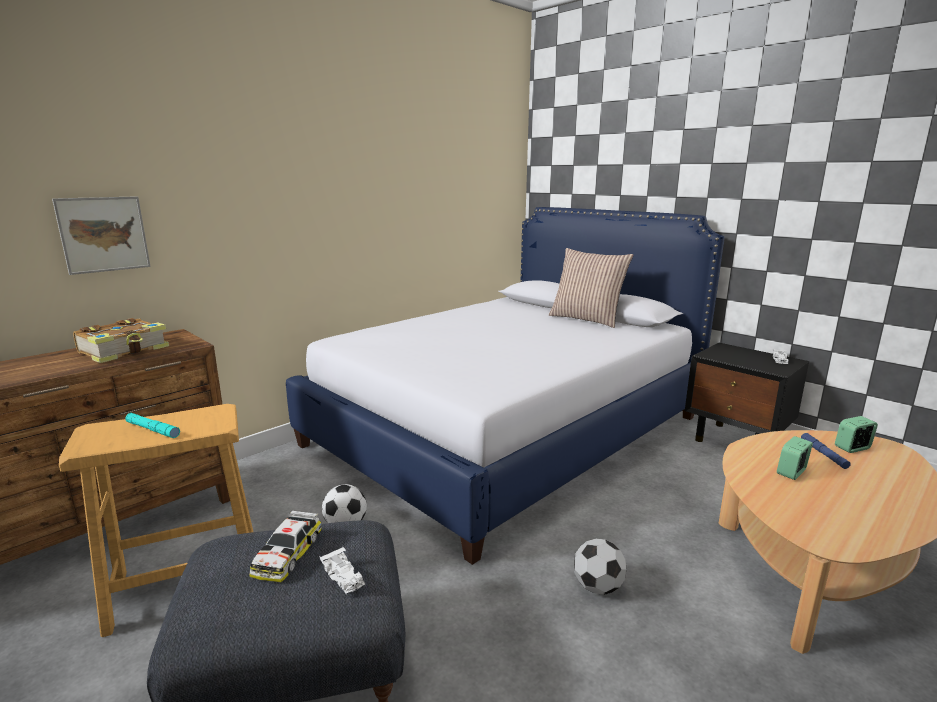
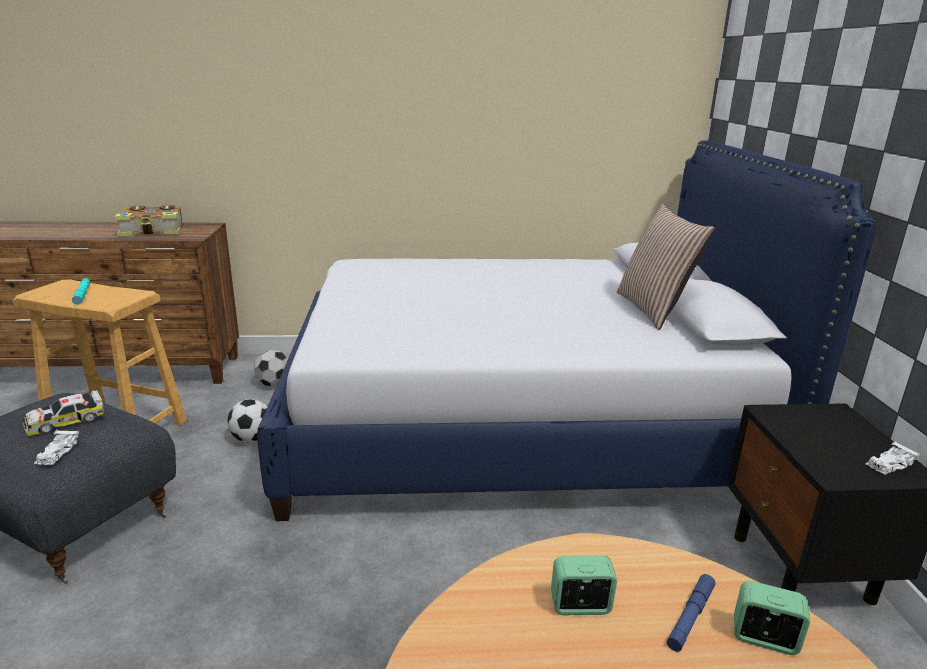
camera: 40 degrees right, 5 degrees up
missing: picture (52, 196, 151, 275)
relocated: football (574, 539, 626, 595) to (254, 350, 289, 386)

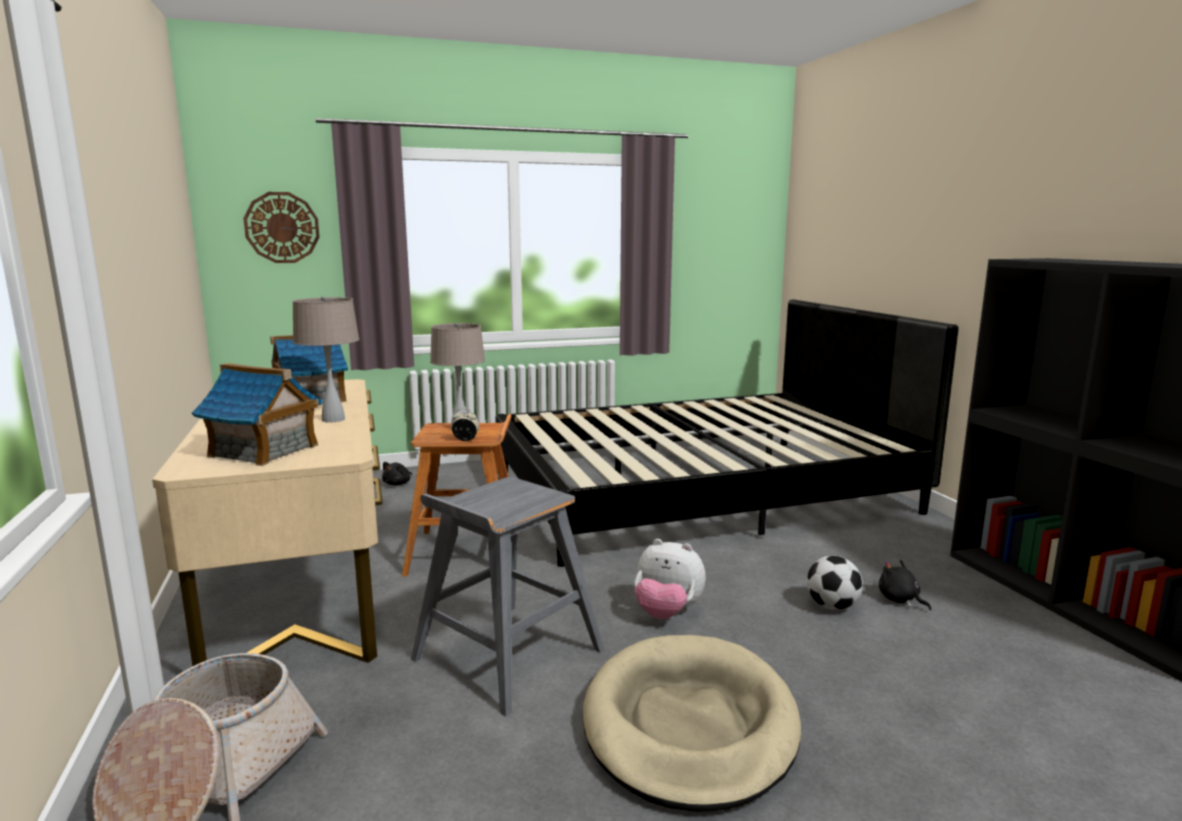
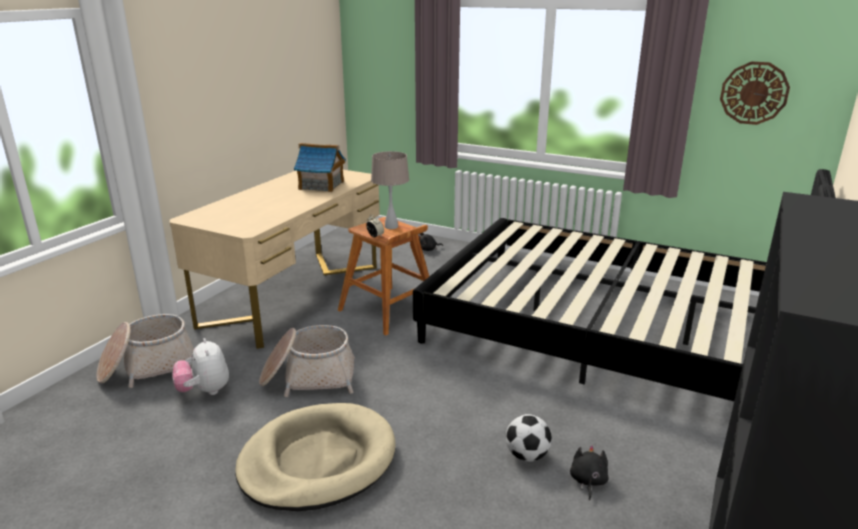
camera: 45 degrees right, 10 degrees up
missing: toy house (192, 363, 323, 466); beige-coloured tabletop lamp (292, 296, 359, 423)
relocated: cuddly toy (635, 539, 706, 619) to (172, 338, 229, 395); hanging clock (243, 192, 320, 263) to (720, 61, 790, 125)
exchanged: grey stool seat (411, 477, 604, 717) to storage basket (259, 325, 355, 397)

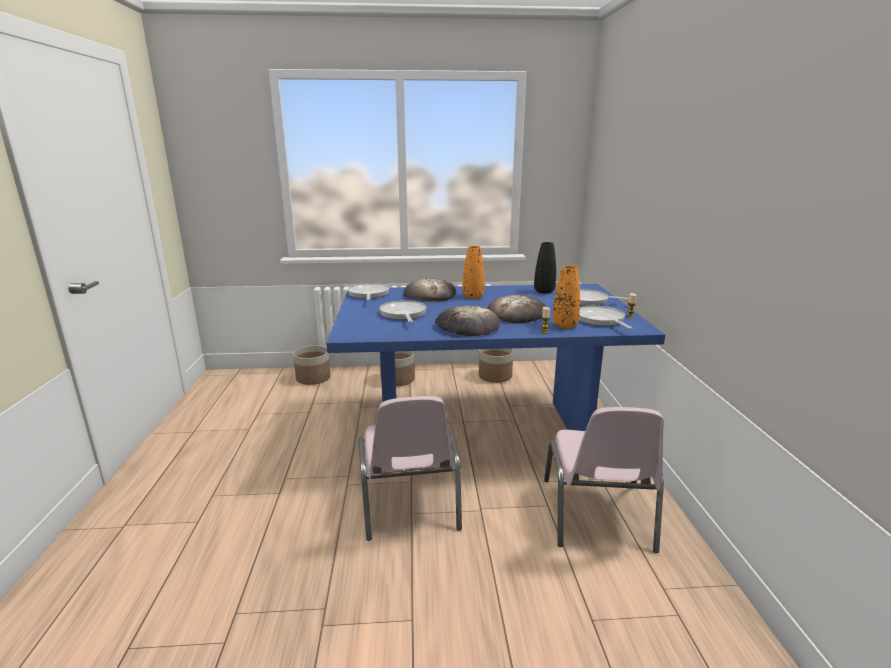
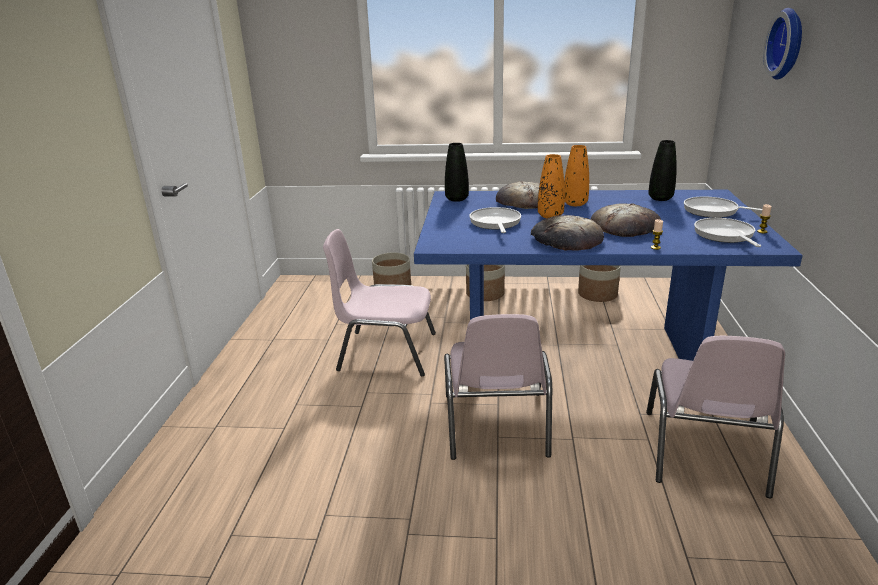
camera: 10 degrees right, 5 degrees up
appeared: pink plain chair (323, 229, 436, 376); hanging clock (763, 8, 802, 80)
relocated: orange-coloured decorative vase (552, 266, 580, 329) to (538, 154, 565, 218)
exchanged: pan (348, 283, 389, 300) to blackish decorative vase (445, 143, 469, 202)

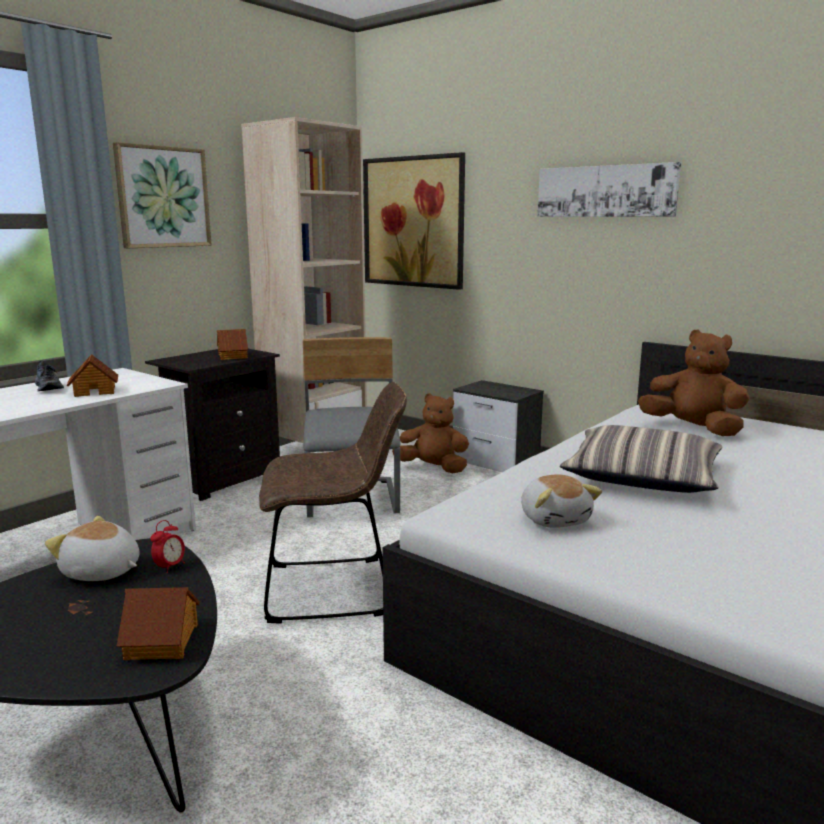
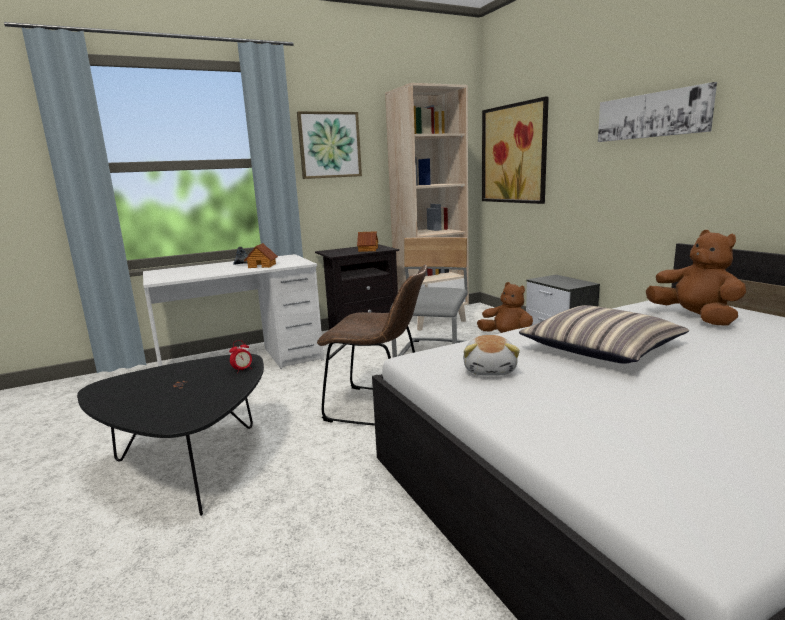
camera: 25 degrees right, 0 degrees up
missing: cuddly toy (45, 516, 140, 581); toy house (117, 587, 200, 660)

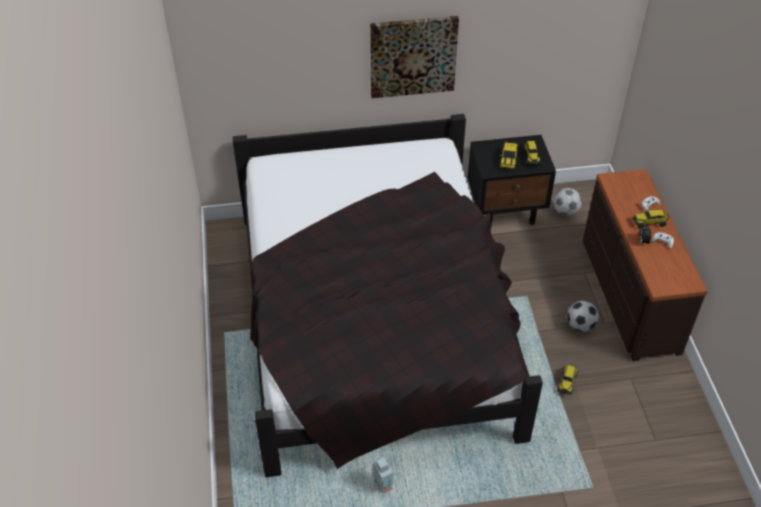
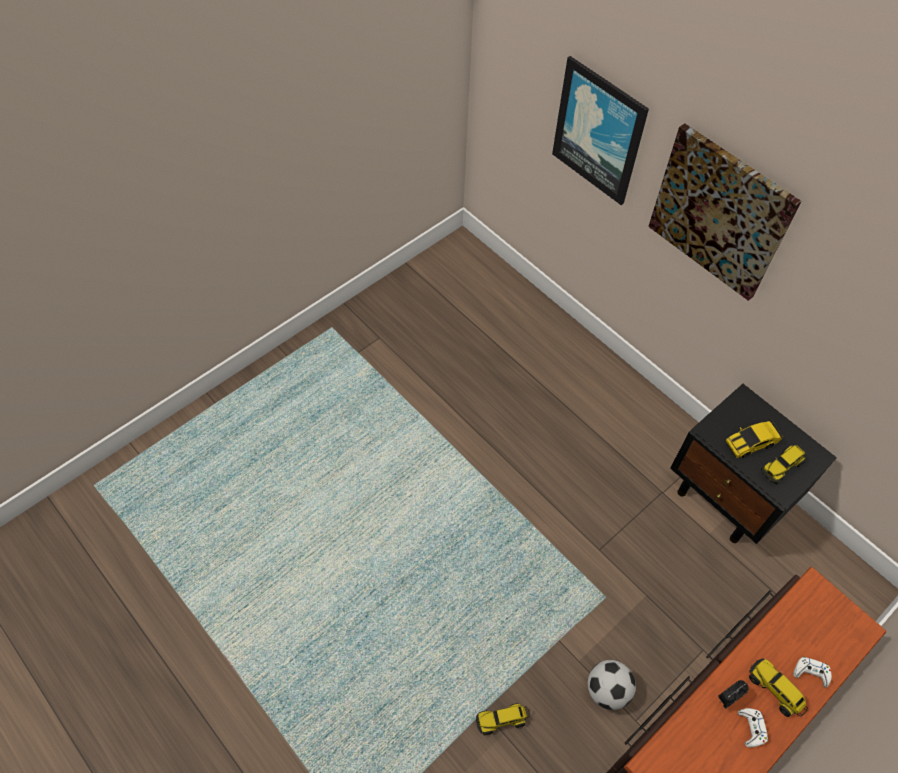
camera: 55 degrees right, 10 degrees up
missing: blackish sleeping bed (233, 114, 543, 477); model robot (373, 457, 393, 494); football (554, 188, 582, 216)
appeared: picture (552, 56, 649, 205)

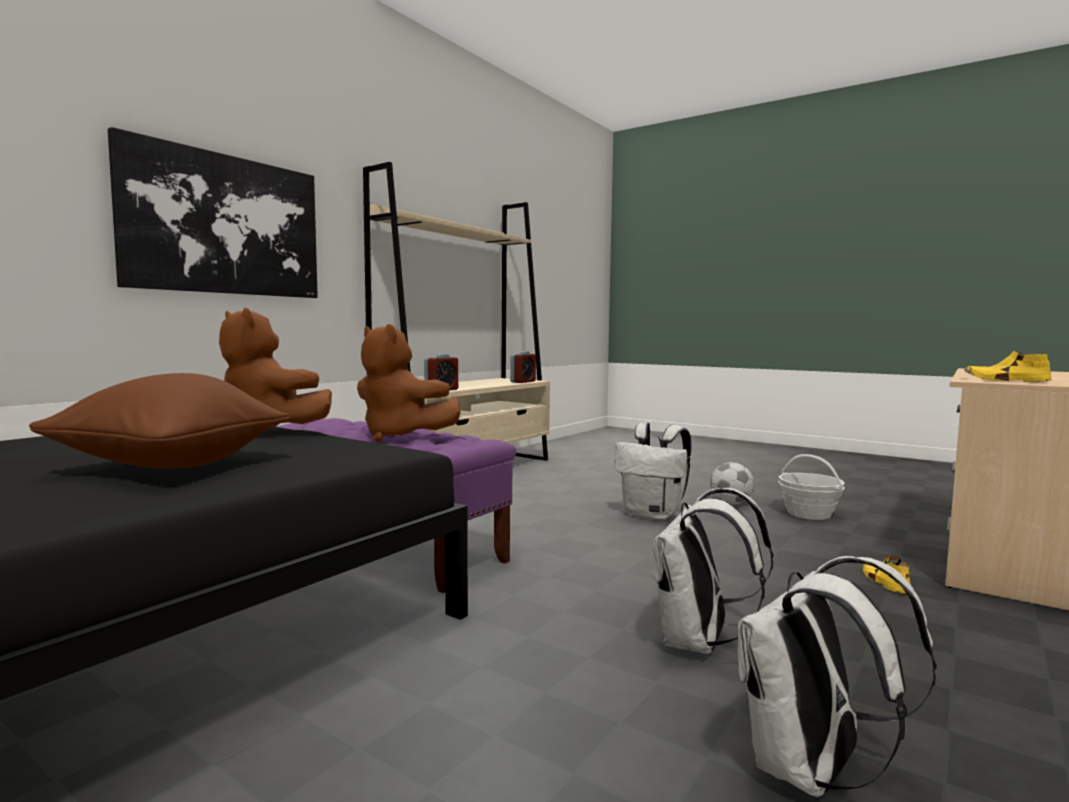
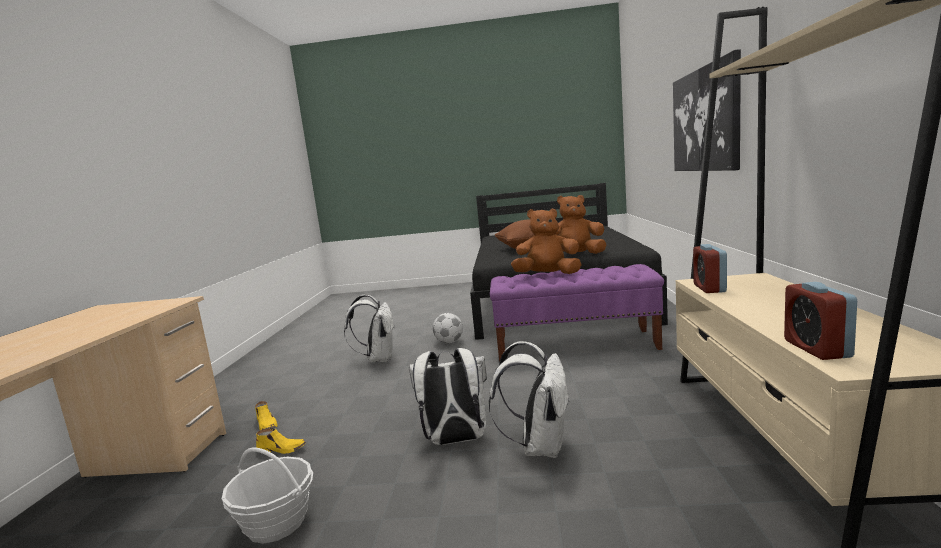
camera: 150 degrees right, 5 degrees up
relocated: yellow-coloured shoe (964, 351, 1052, 382) to (256, 429, 306, 454); football (710, 462, 754, 504) to (433, 313, 463, 343); white-coloured backpack (738, 556, 936, 797) to (488, 341, 570, 458)

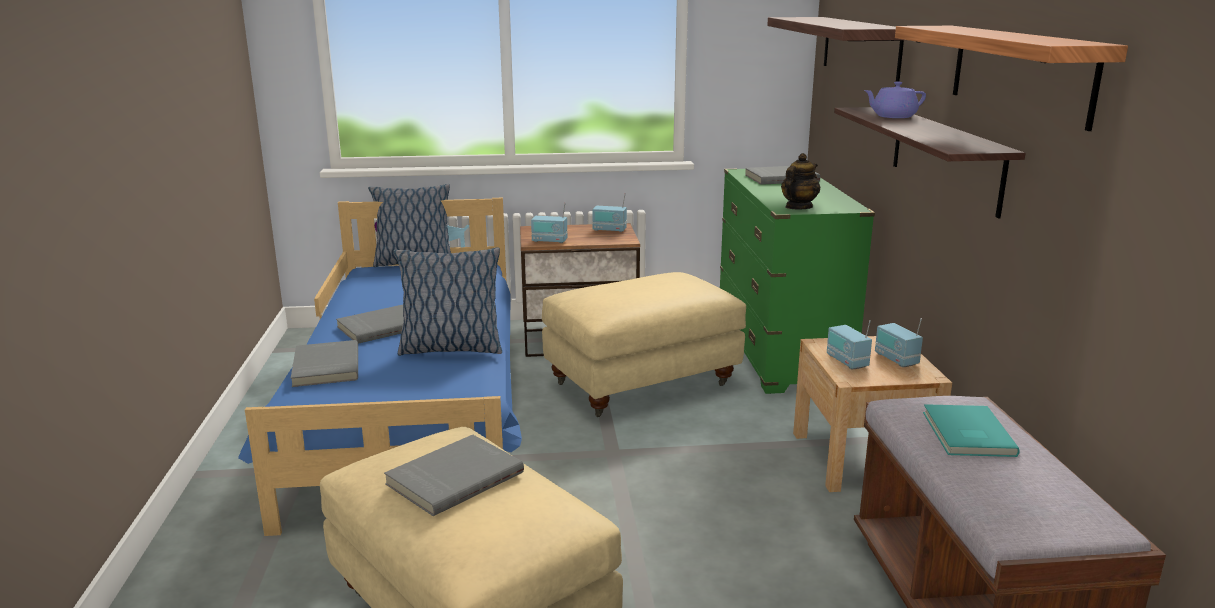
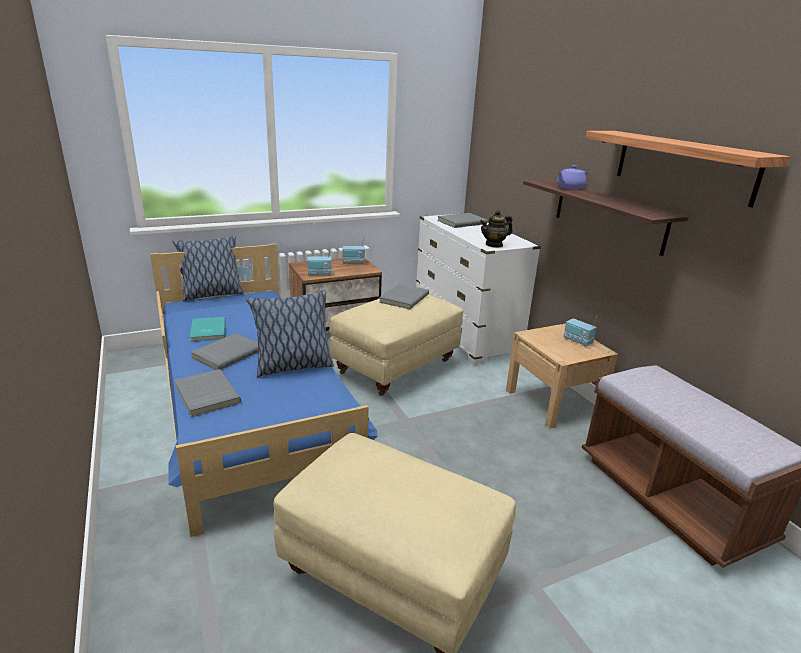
camera: 20 degrees left, 5 degrees up
missing: bracket shelf (767, 17, 904, 86); radio (827, 320, 872, 369)
relocated: turquoise-coloured bound book (923, 404, 1020, 457) to (190, 317, 226, 342); grey bound book (384, 435, 524, 516) to (379, 284, 429, 309)
colour: greenish drawer chest (720, 169, 875, 394) to white-coloured drawer chest (416, 213, 541, 364)
spun: pot for tea (781, 153, 820, 210) = (480, 210, 513, 248) 135 degrees counterclockwise

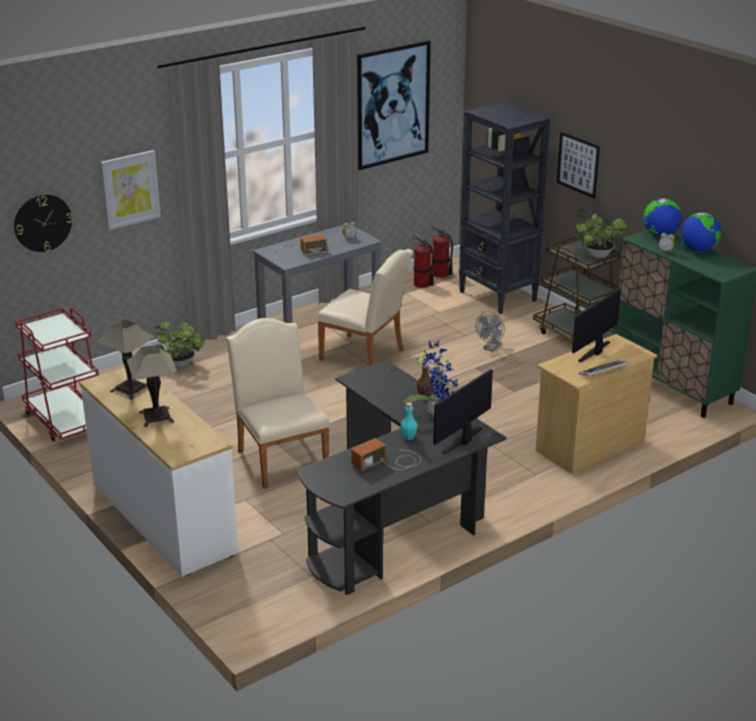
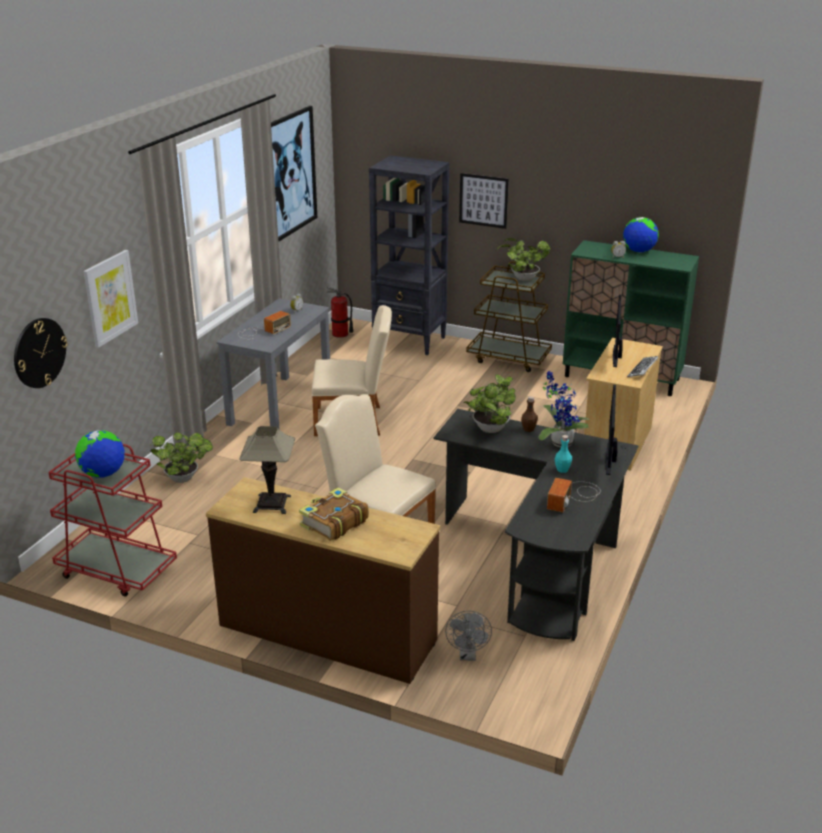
camera: 30 degrees left, 0 degrees up
missing: extinguisher (413, 232, 434, 288)
appeared: potted plant (463, 374, 516, 433)
relocated: desk globe (643, 198, 682, 237) to (75, 430, 125, 478); grey cooling fan (475, 311, 505, 351) to (445, 611, 492, 661)
exchanged: tabletop lamp (127, 345, 177, 427) to bound book (299, 488, 369, 541)
colour: white-coloured drawer chest (79, 367, 238, 577) to brown-coloured drawer chest (206, 477, 440, 684)

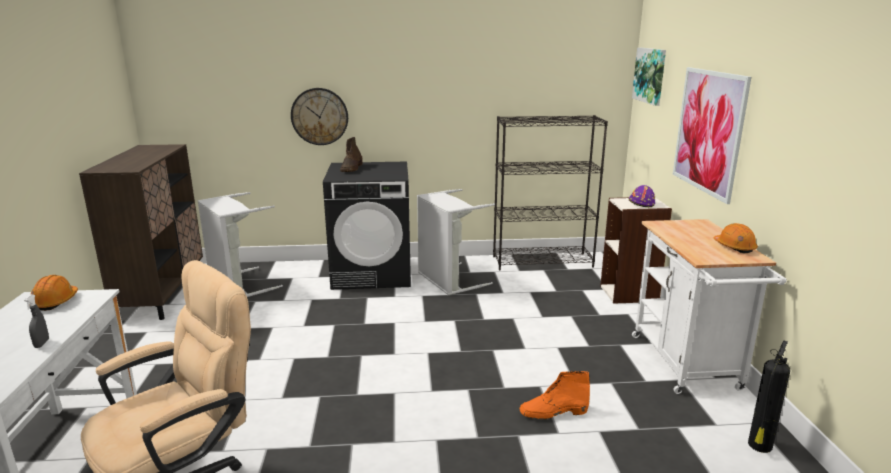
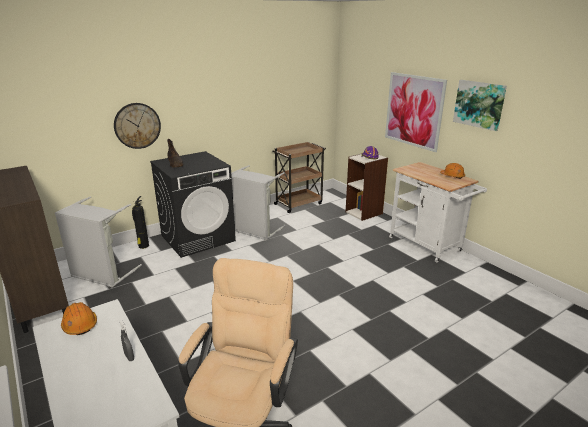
camera: 30 degrees left, 5 degrees up
missing: orange-coloured boot (520, 371, 590, 420)
relocated: extinguisher (748, 341, 790, 453) to (132, 196, 149, 249); picture (632, 47, 666, 106) to (453, 80, 507, 131)
exchanged: blackish bookcase (493, 115, 608, 271) to brown-coloured cart (273, 142, 326, 213)

